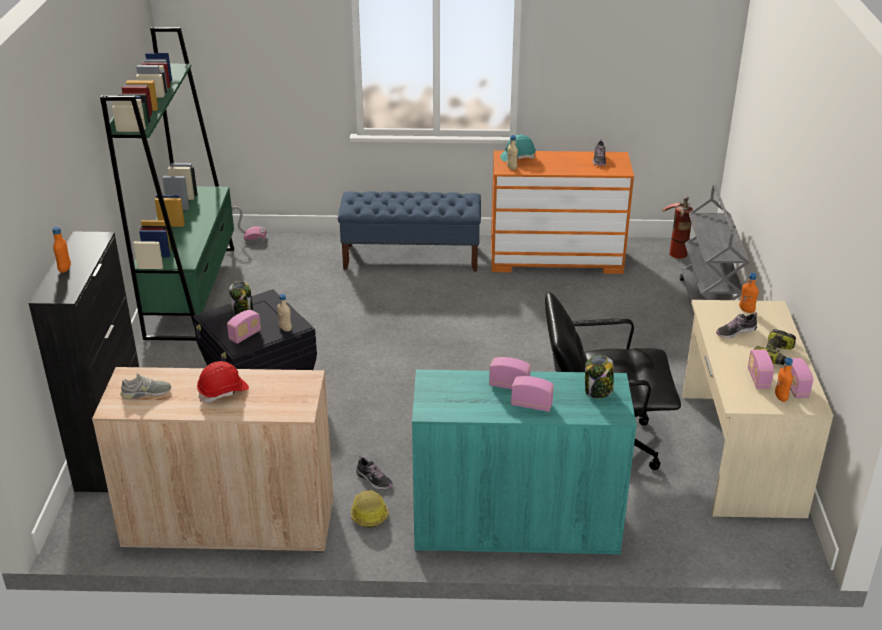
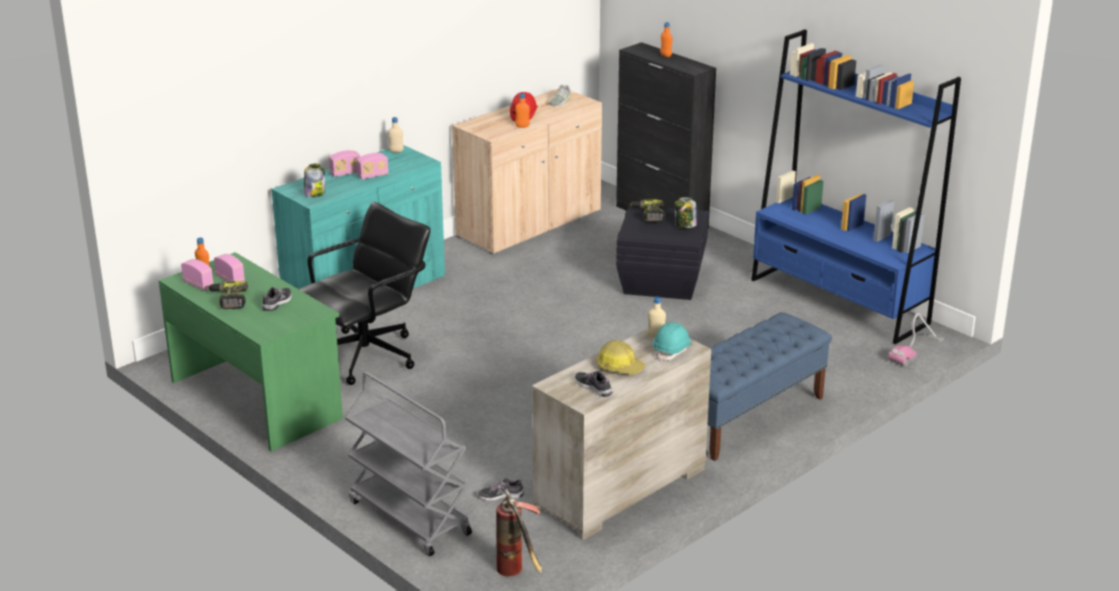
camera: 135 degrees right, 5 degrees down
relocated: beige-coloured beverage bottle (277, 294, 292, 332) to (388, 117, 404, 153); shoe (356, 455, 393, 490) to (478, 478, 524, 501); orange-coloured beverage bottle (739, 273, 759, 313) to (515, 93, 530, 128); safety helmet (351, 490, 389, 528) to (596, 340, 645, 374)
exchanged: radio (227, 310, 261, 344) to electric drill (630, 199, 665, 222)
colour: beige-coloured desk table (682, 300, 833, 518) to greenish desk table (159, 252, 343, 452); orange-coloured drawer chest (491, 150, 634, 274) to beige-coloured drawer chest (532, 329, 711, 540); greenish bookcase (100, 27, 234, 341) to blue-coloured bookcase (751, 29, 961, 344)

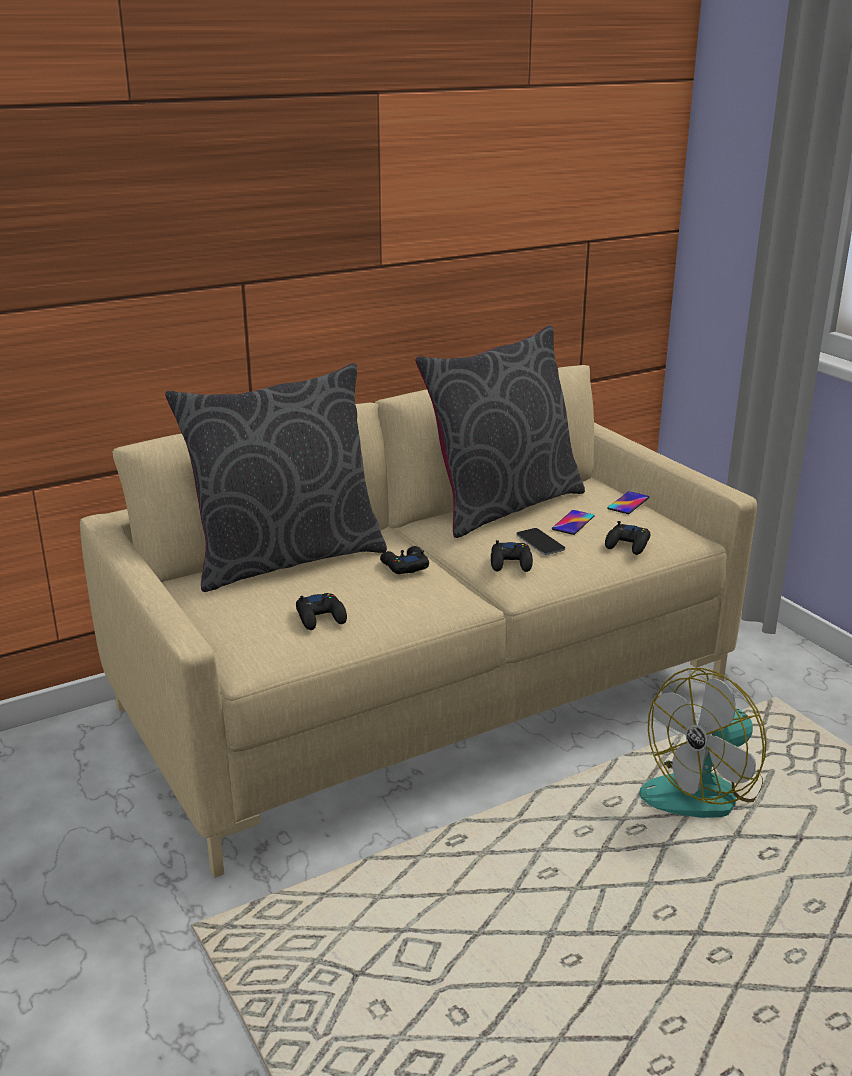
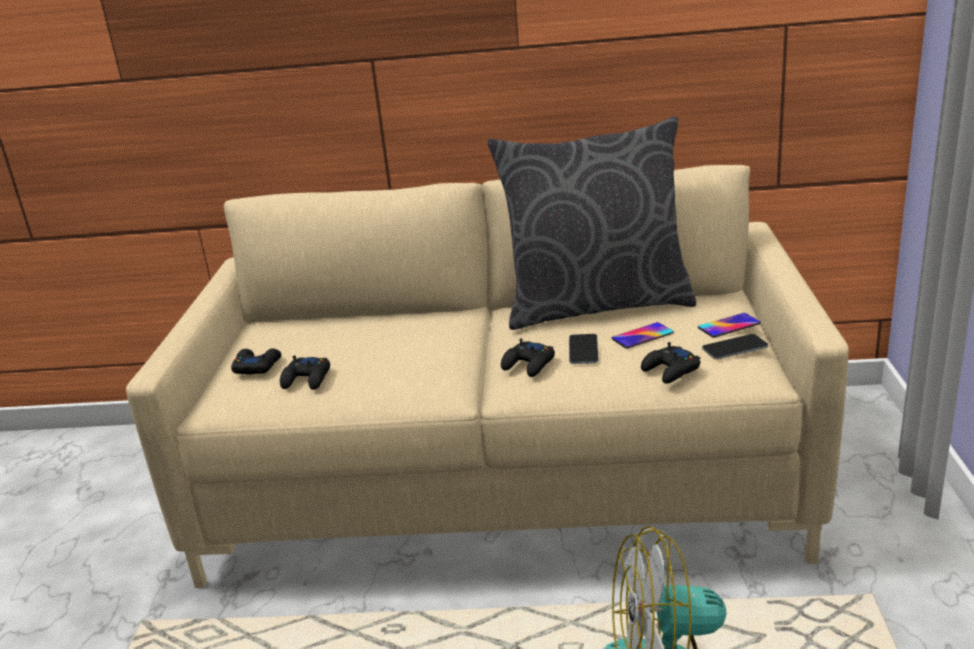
camera: 35 degrees right, 0 degrees up
missing: grey throw pillow (165, 363, 387, 592)
appeared: handset (702, 334, 768, 359)
relocated: blackish game controller (380, 546, 429, 574) to (231, 348, 281, 375)

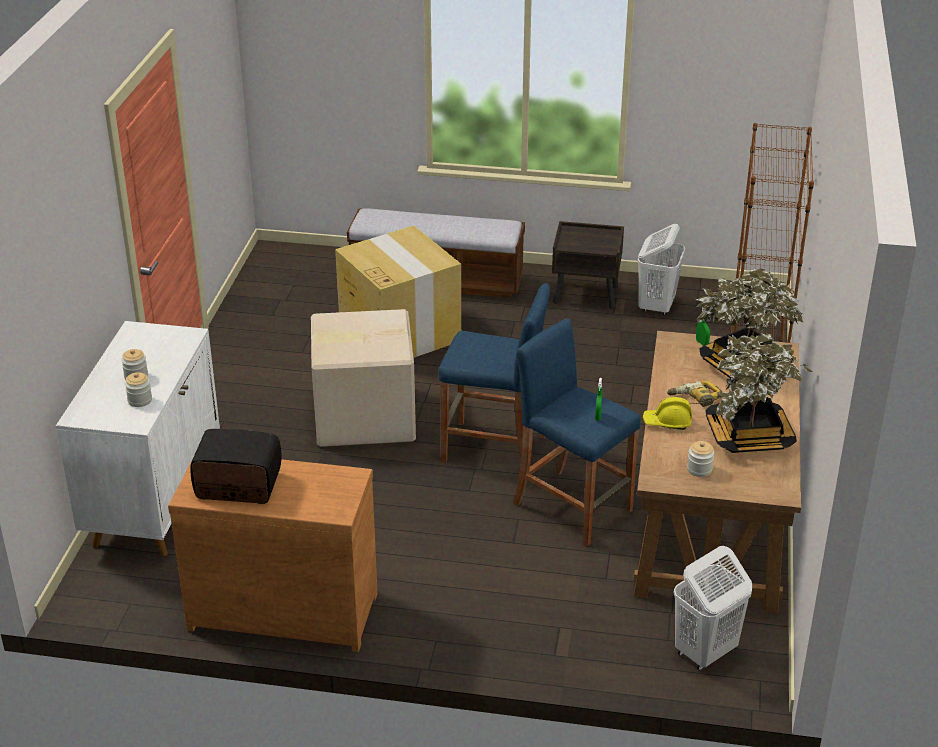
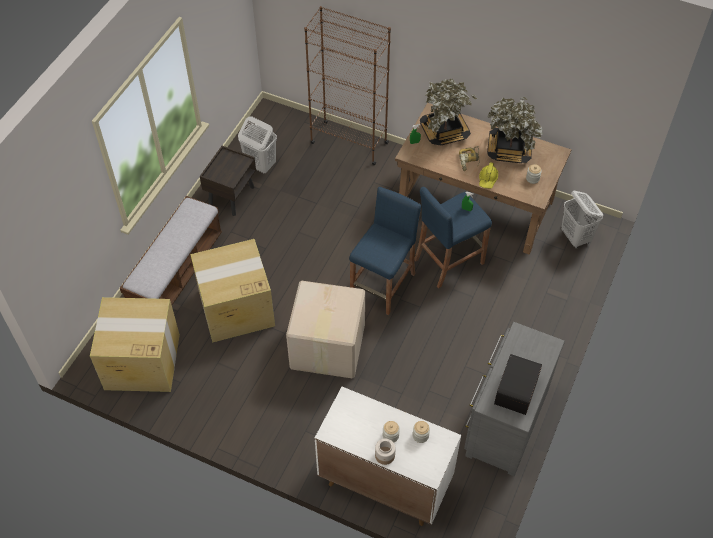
camera: 75 degrees left, 20 degrees up
appeared: packing box (90, 297, 180, 392); jar (375, 438, 396, 465)
colour: brown-coloured drawer chest (168, 459, 378, 652) to grey drawer chest (464, 322, 565, 476)

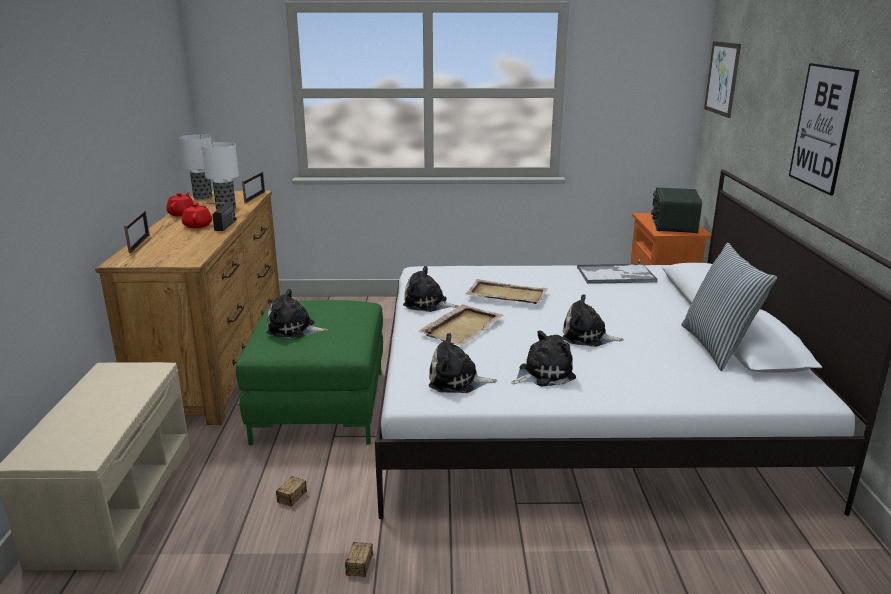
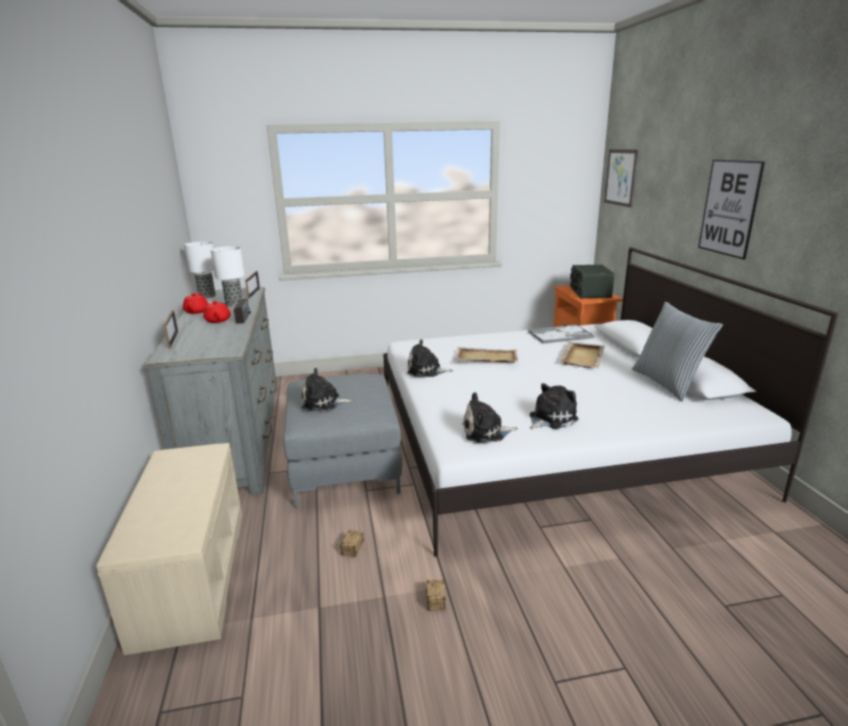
camera: 10 degrees left, 0 degrees up
missing: cuddly toy (562, 294, 624, 347)
relocated: beige-coloured serving tray (418, 304, 503, 346) to (559, 342, 605, 368)
colour: brown-coloured drawer chest (95, 191, 280, 425) to grey drawer chest (144, 287, 277, 494); greenish pouffe (236, 300, 383, 445) to grey pouffe (283, 374, 403, 508)

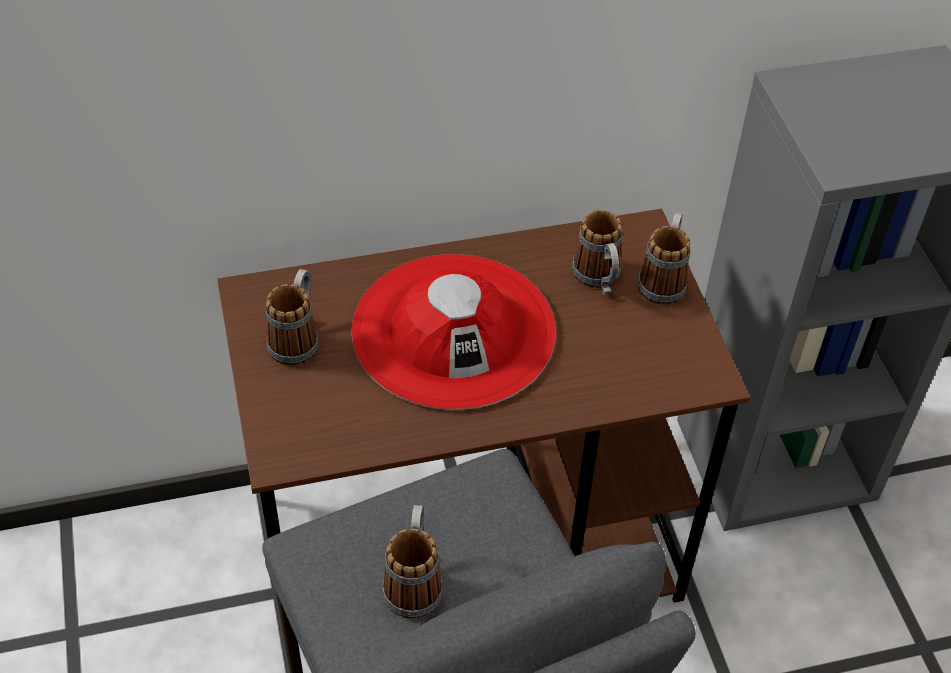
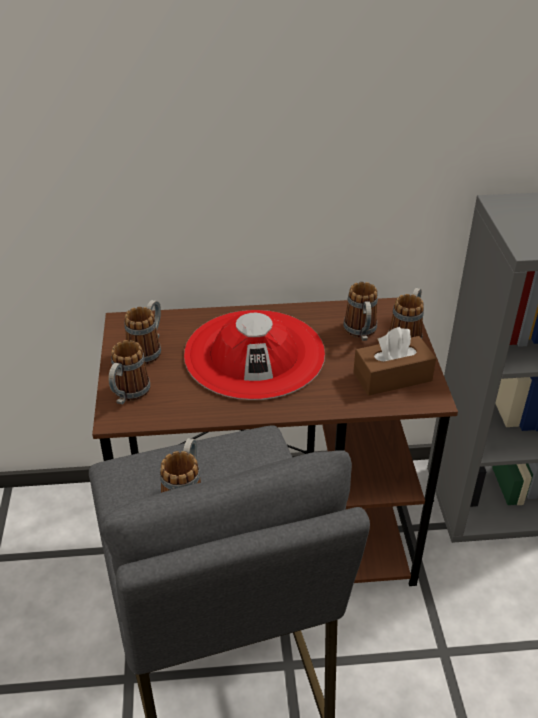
camera: 10 degrees right, 10 degrees down
appeared: mug (108, 340, 150, 404); brown-coloured tissue box (353, 327, 436, 396)

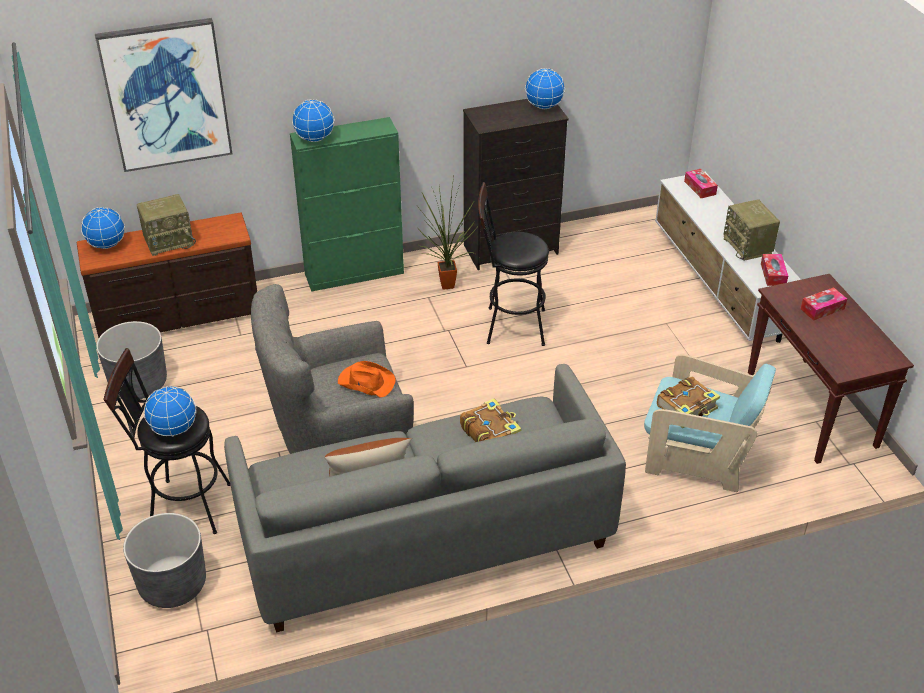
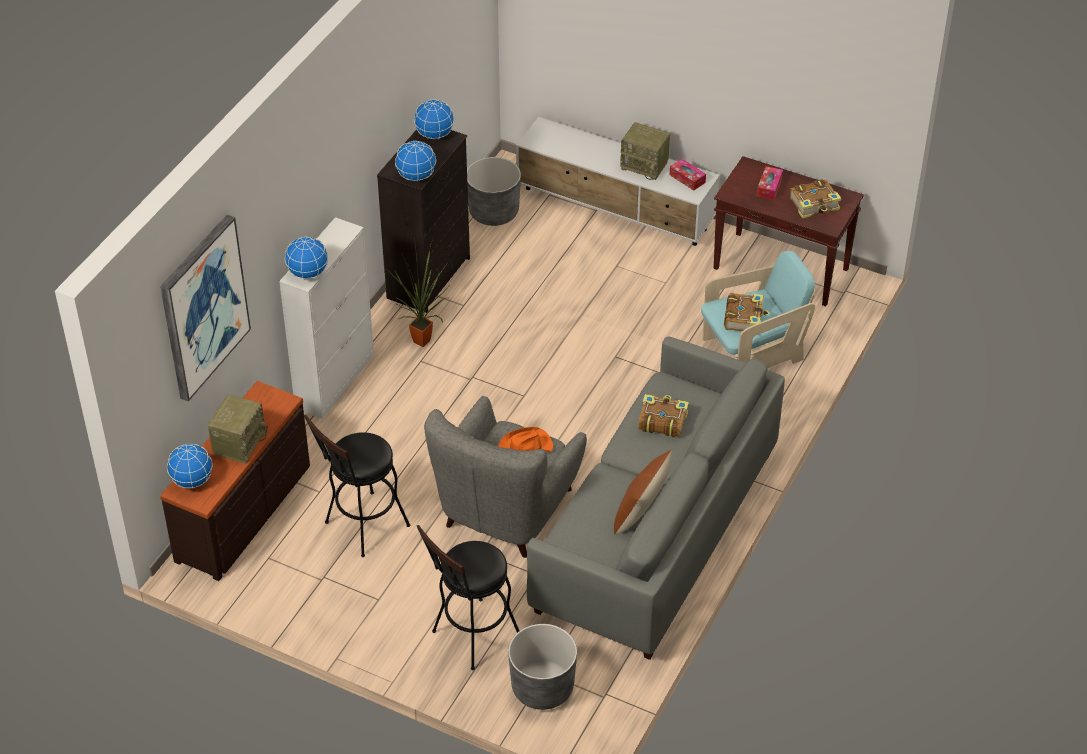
camera: 45 degrees left, 5 degrees up
missing: tissue box (684, 169, 718, 198)
appeared: bound book (790, 179, 841, 219)
relocated: blackish stool seat (478, 182, 549, 346) to (304, 415, 410, 557); desk globe (144, 386, 197, 437) to (395, 140, 436, 181); grey planter (96, 321, 167, 399) to (467, 157, 521, 226)
colour: greenish cupboard (290, 117, 404, 292) to white-coloured cupboard (279, 217, 374, 419)

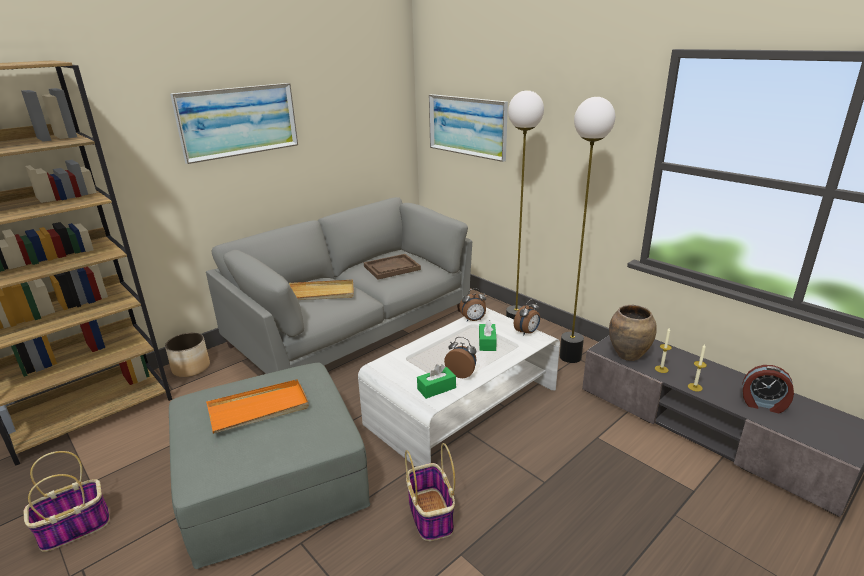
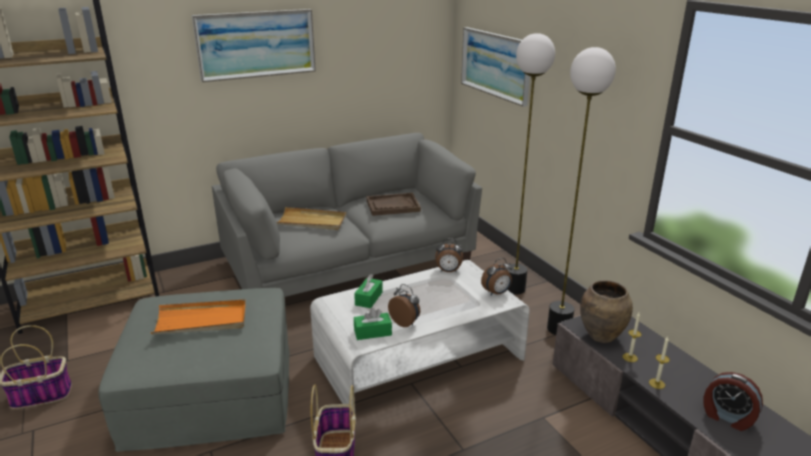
camera: 15 degrees right, 0 degrees up
missing: planter (165, 333, 210, 377)
relocated: greenish tissue box (479, 319, 497, 351) to (354, 274, 383, 308)

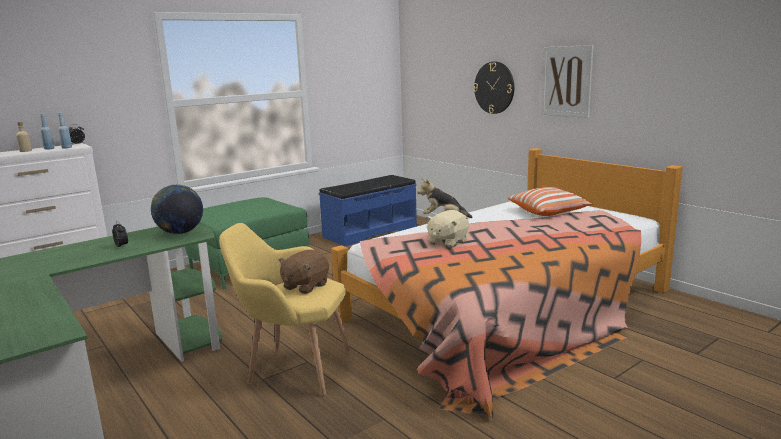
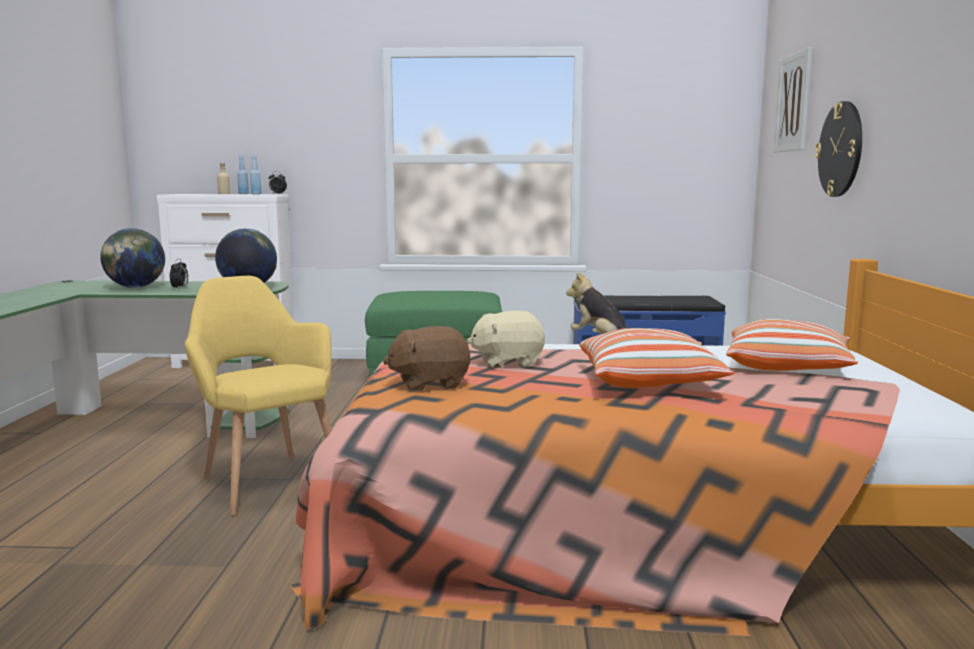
camera: 40 degrees right, 5 degrees down
appeared: desk globe (100, 228, 165, 288); throw pillow (579, 328, 735, 388)
relocated: brown-coloured cuddly toy (279, 250, 329, 294) to (383, 326, 470, 391); picture (541, 45, 594, 118) to (774, 47, 812, 152)

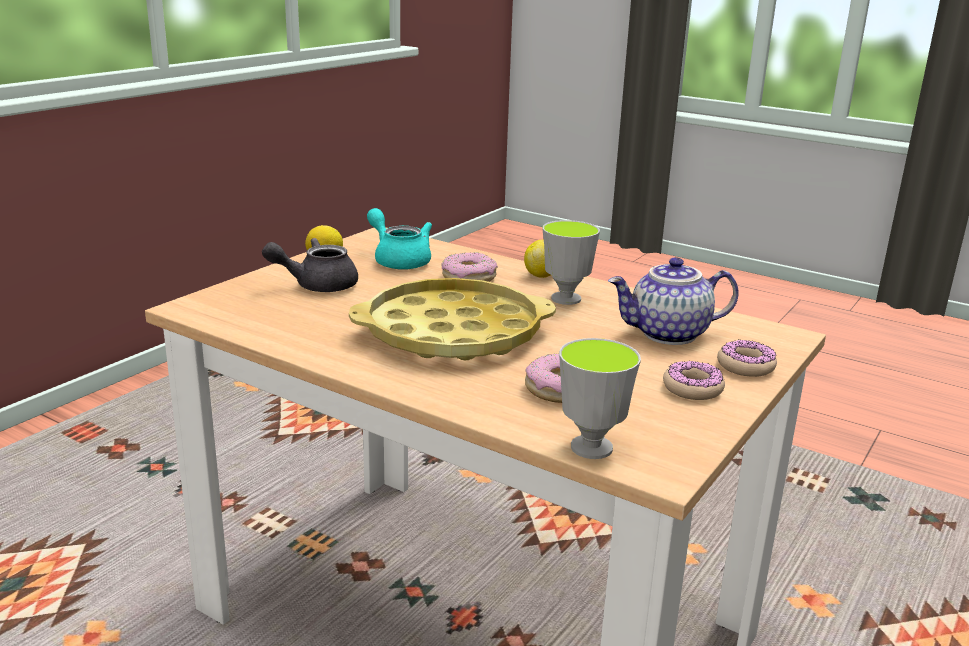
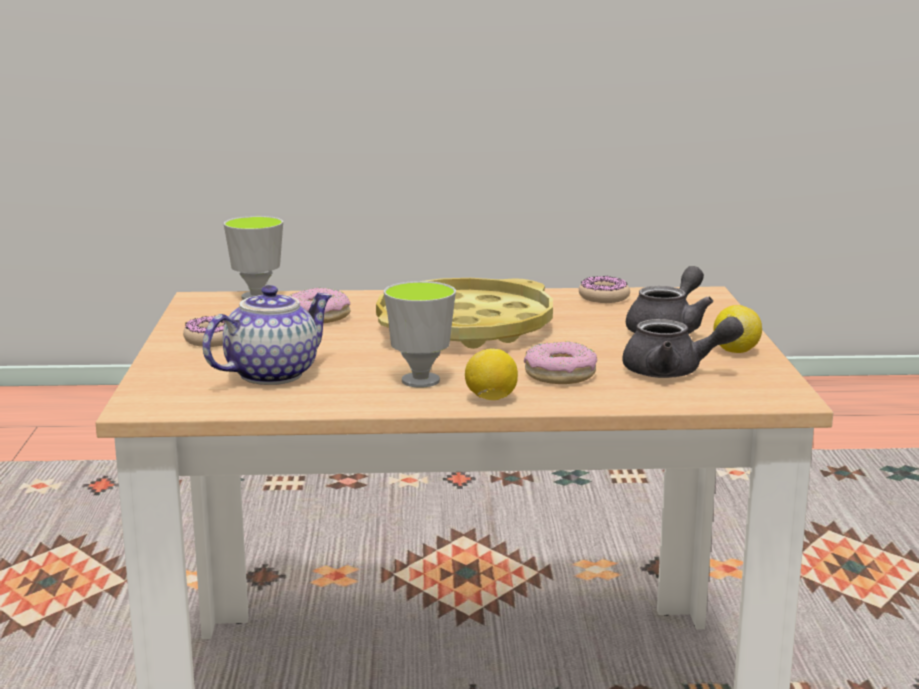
camera: 145 degrees right, 5 degrees down
relocated: ring doughnut (717, 340, 777, 377) to (579, 276, 630, 303)
colour: turquoise-coloured pot for tea (367, 208, 432, 270) to grey pot for tea (622, 316, 744, 378)

